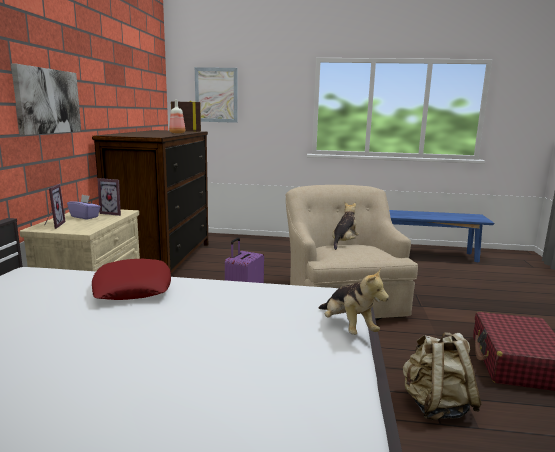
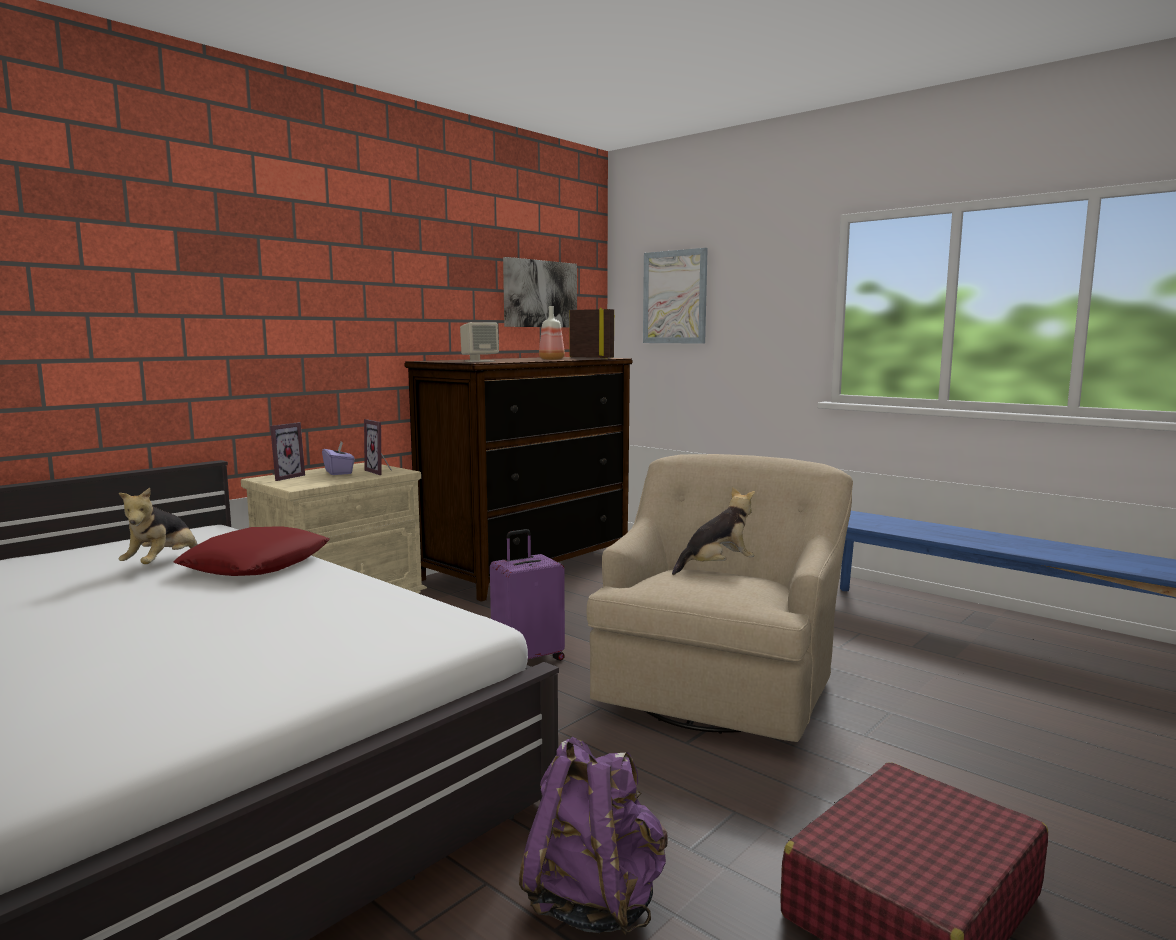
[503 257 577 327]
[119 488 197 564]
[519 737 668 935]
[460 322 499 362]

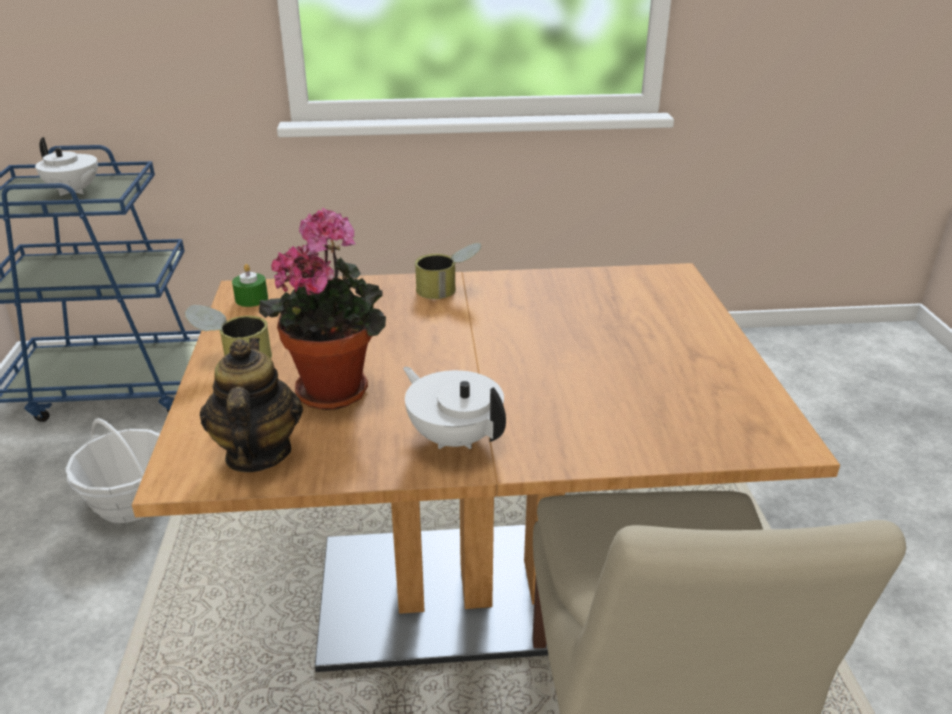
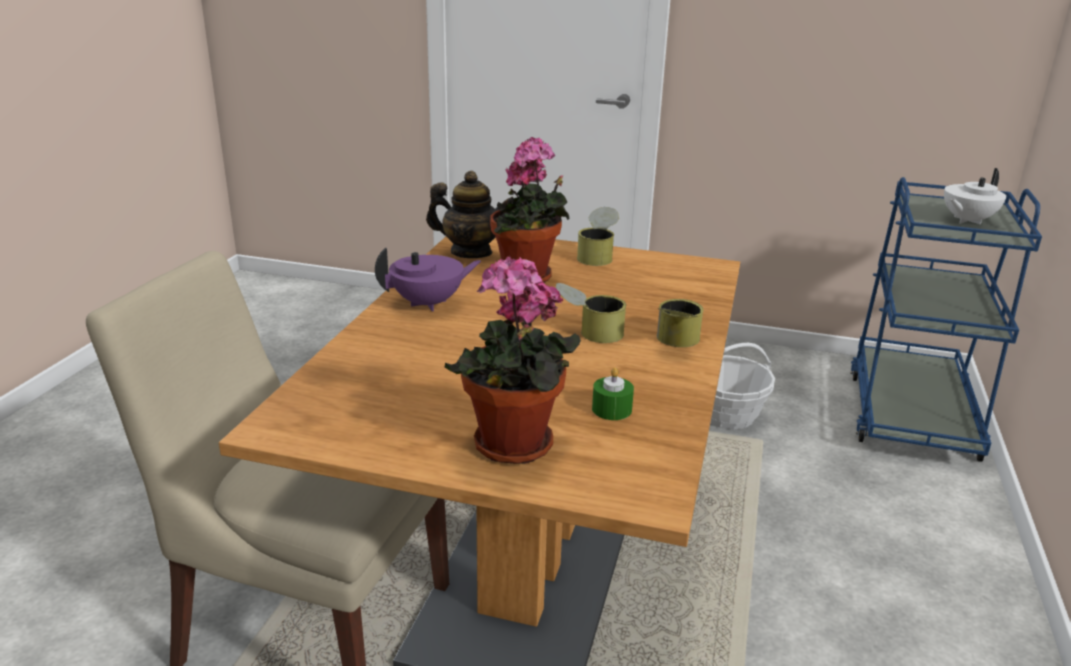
[592 367 634 420]
[375 248 481 312]
[444 256 581 464]
[556 283 626 343]

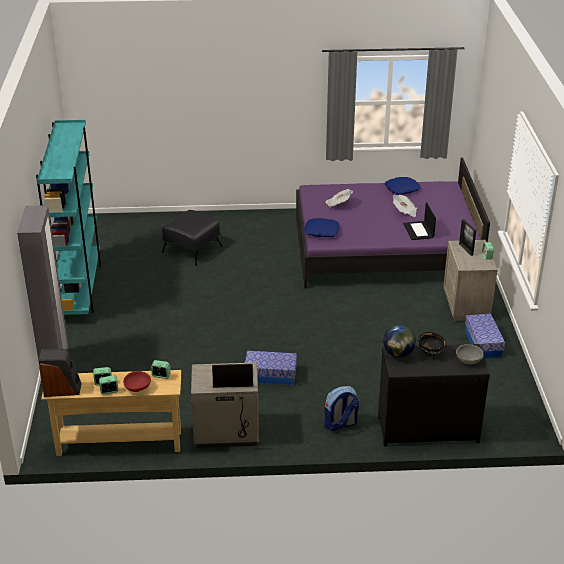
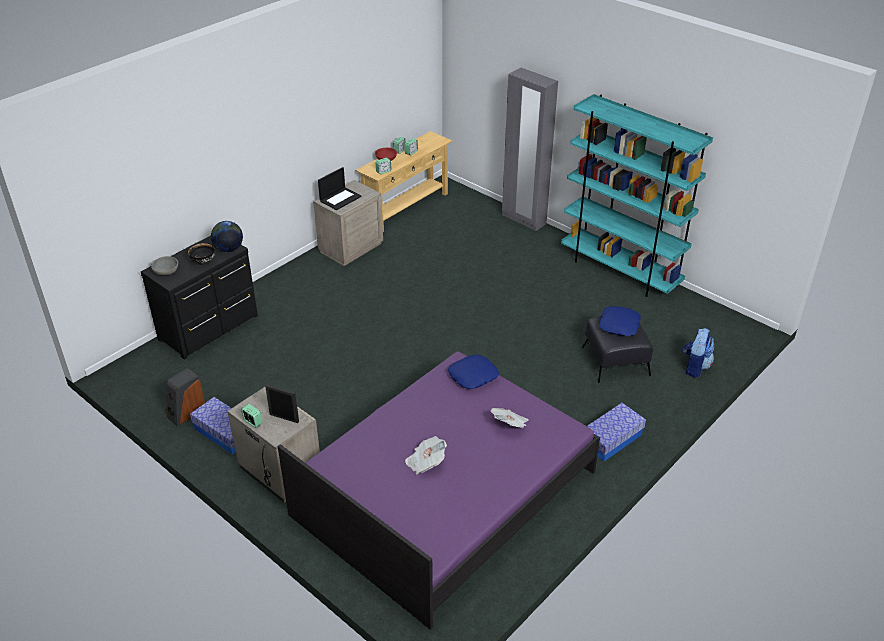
[599 306 641 336]
[403 202 436 240] (first image)
[166 368 205 426]
[587 403 646 462]
[682 328 714 378]

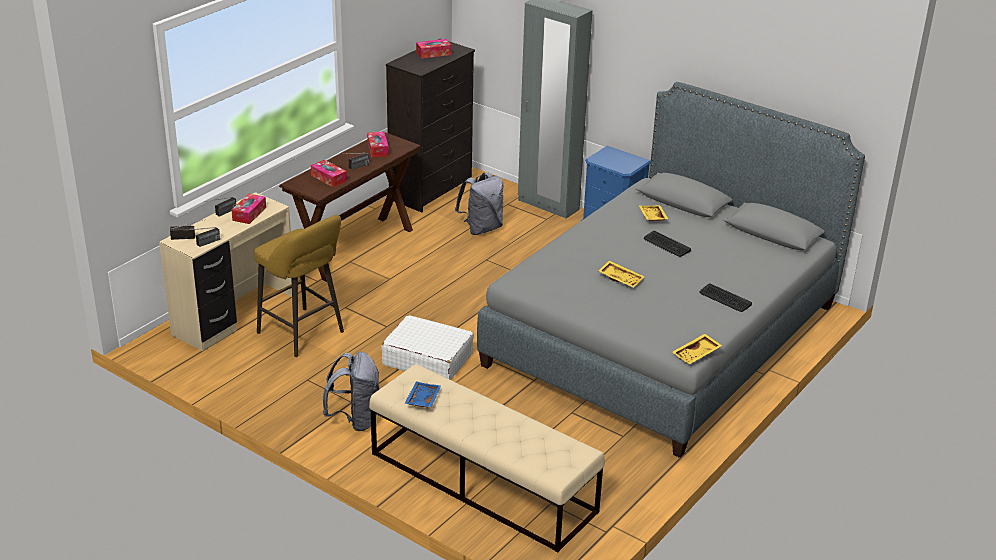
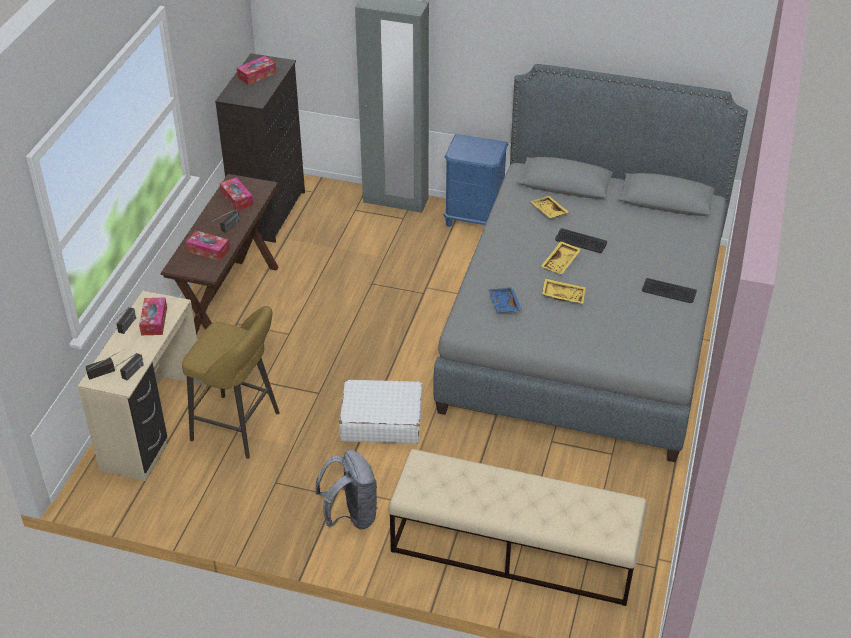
[455 172 503 235] (first image)
[541 241 581 275]
[489 287 522 313]

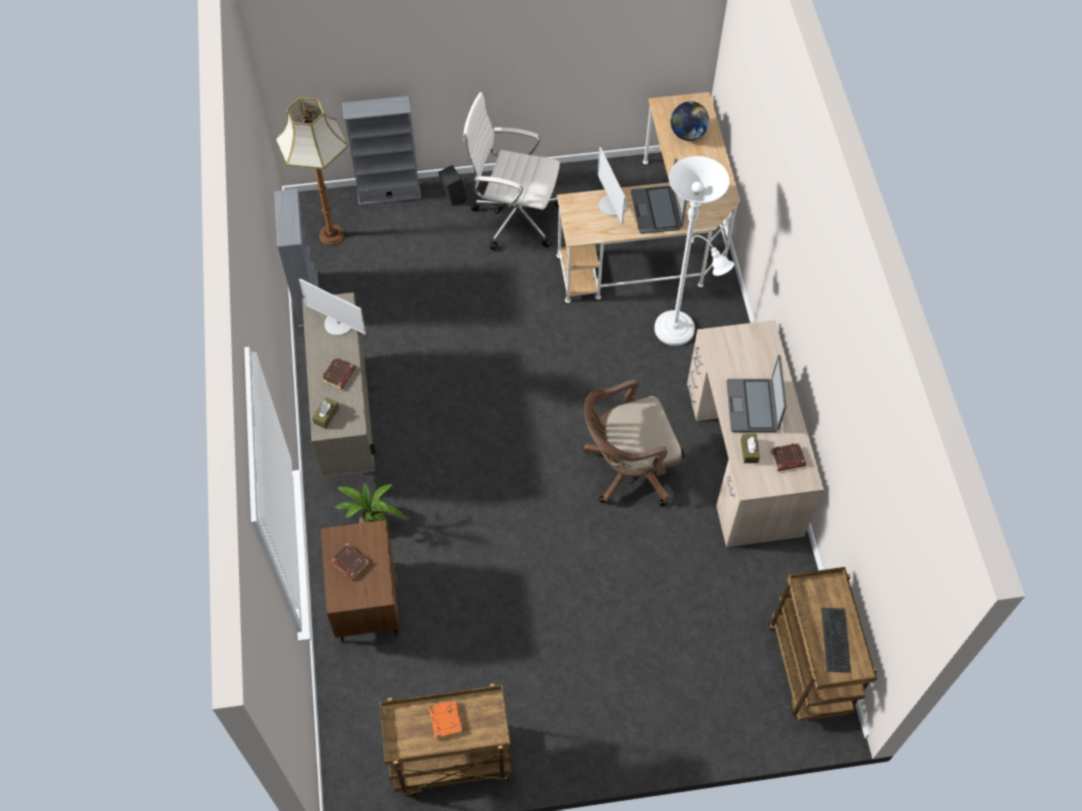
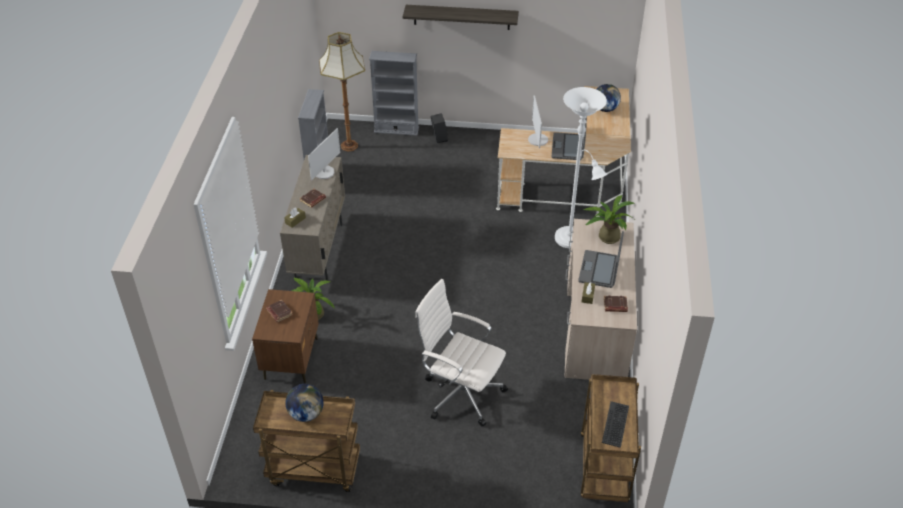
[415 279 508 427]
[308 128 340 180]
[583 379 685 507] (first image)
[285 384 324 422]
[403 5 519 30]
[584 195 635 244]

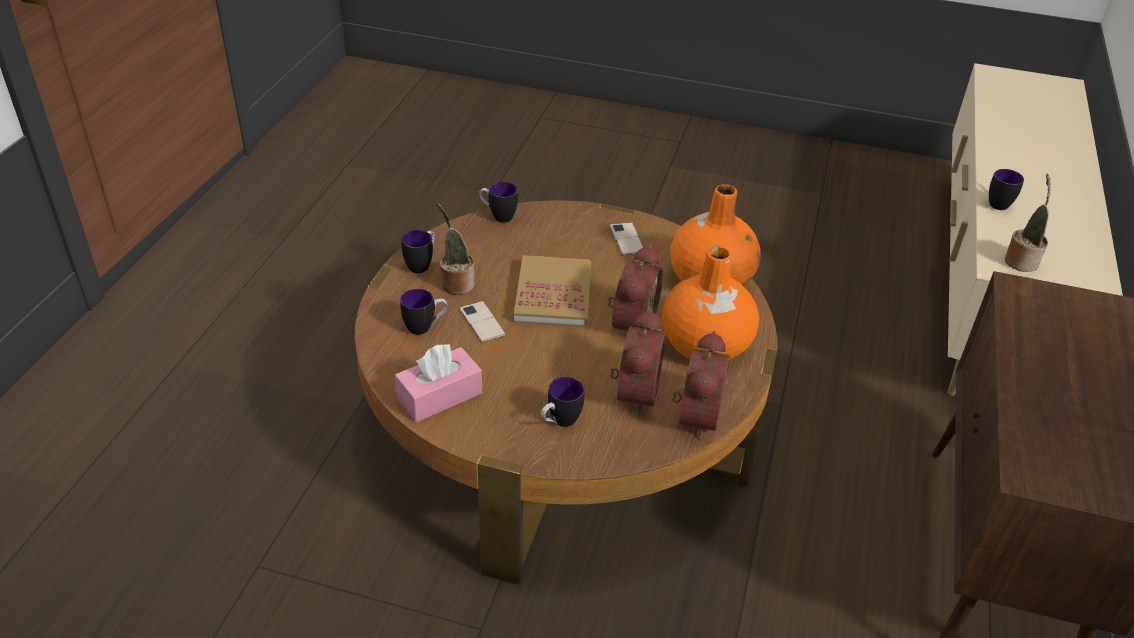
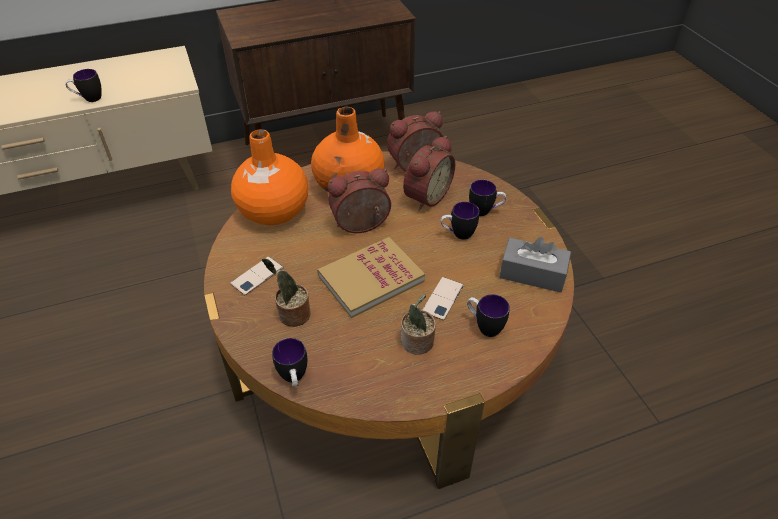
[262 258 311 327]
[440 202 479 240]
[403 136 455 211]
[499 237 571 293]

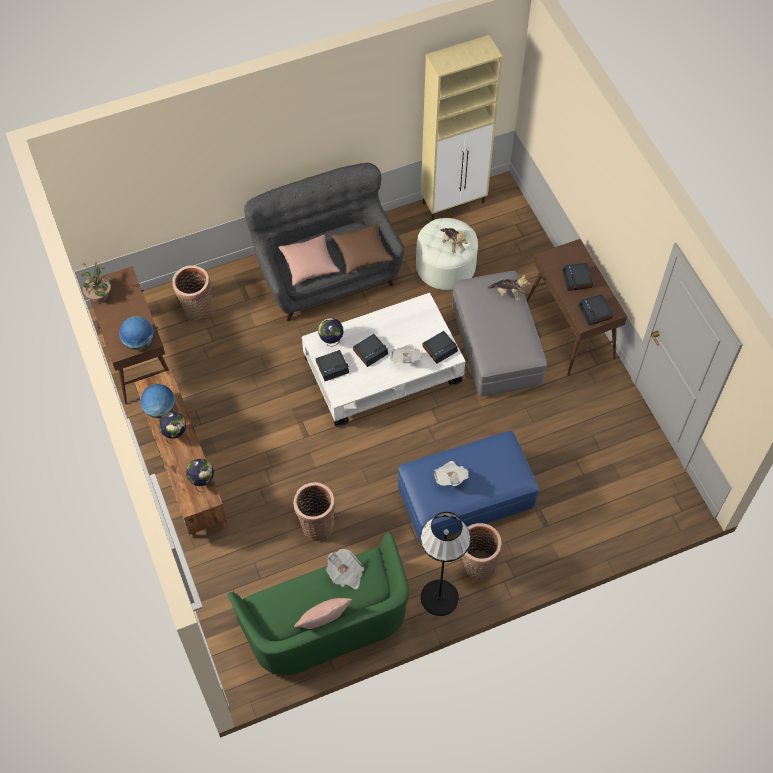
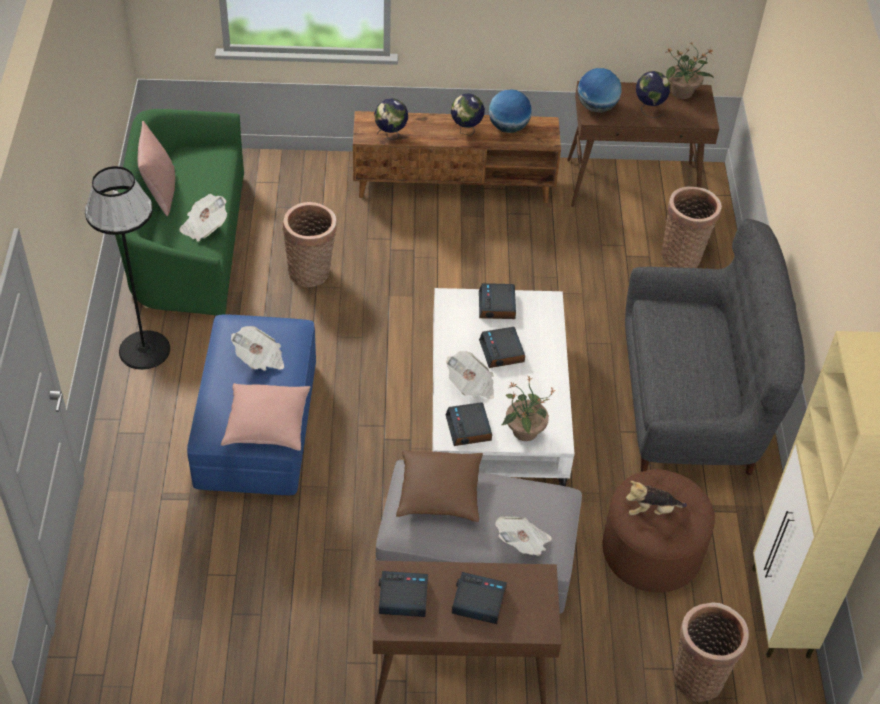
[603 469 715 593]
[396 450 483 522]
[221 383 310 451]
[495 517 552 556]
[636 71 670 118]
[673 602 749 702]
[501 376 556 441]

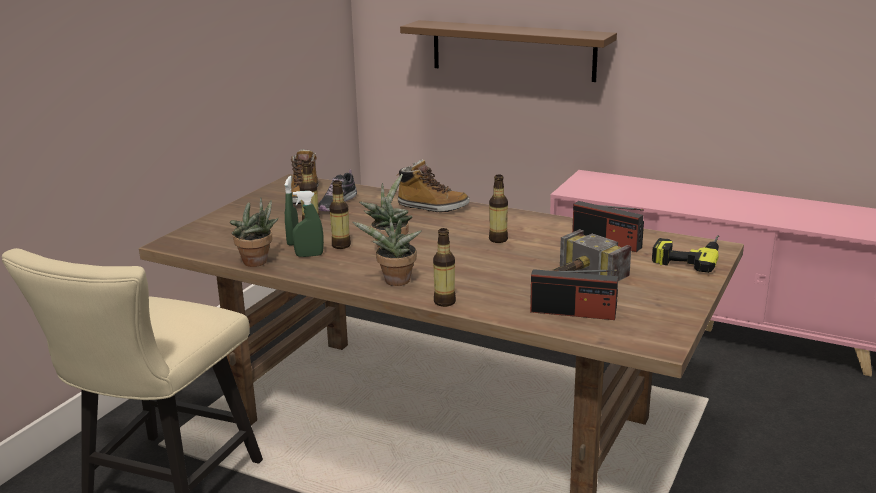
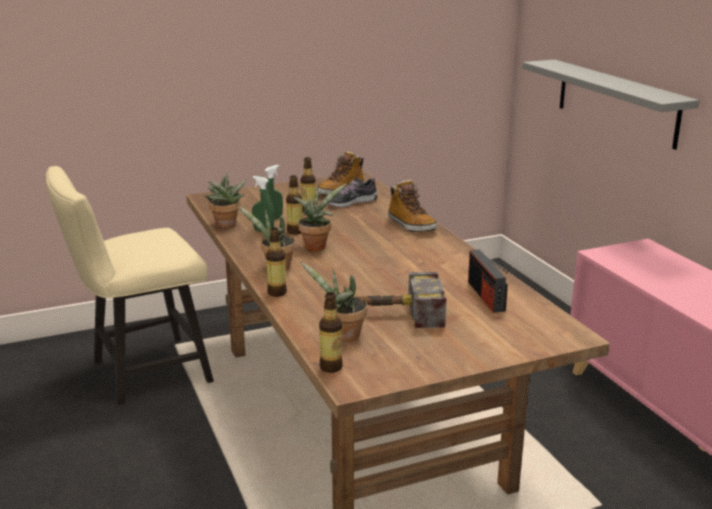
[522 60 700 150]
[319 292 343 373]
[652 236 719 273] (first image)
[300 261 368 341]

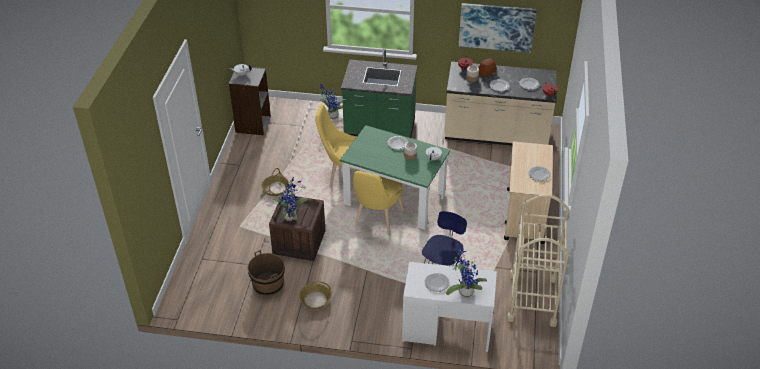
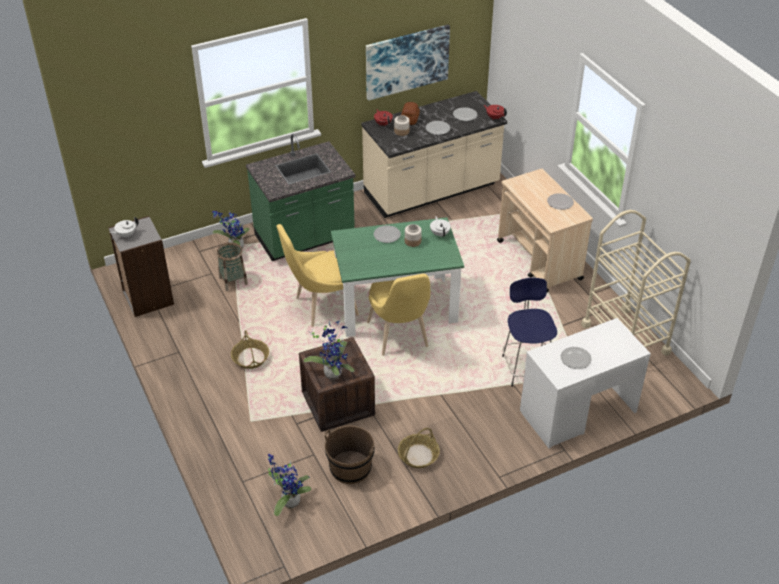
[268 454 311 516]
[217 242 248 291]

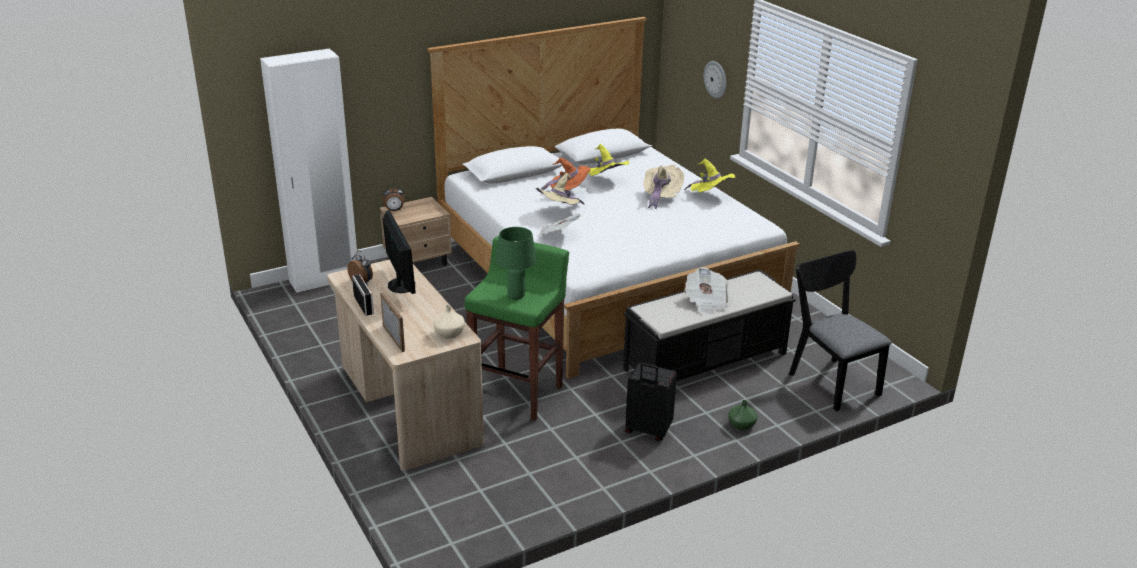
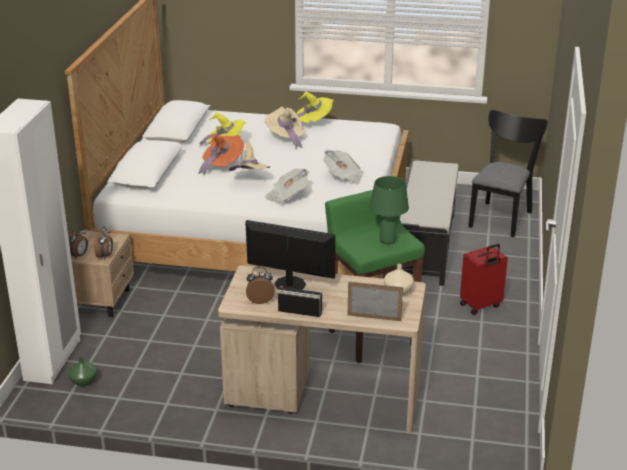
[704 61 726 99] (first image)
[468 110 548 237]
[323 150 363 184]
[460 244 508 315]
[68 357 97 386]
[95 227 113 260]

